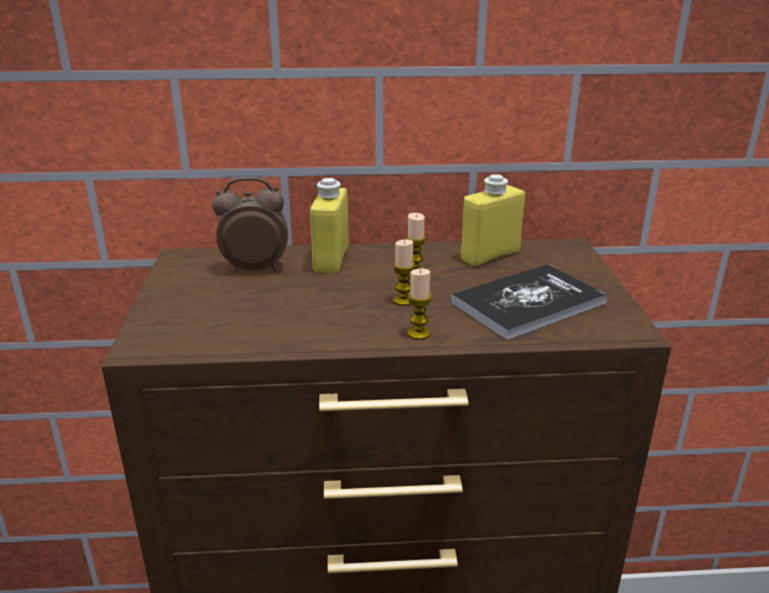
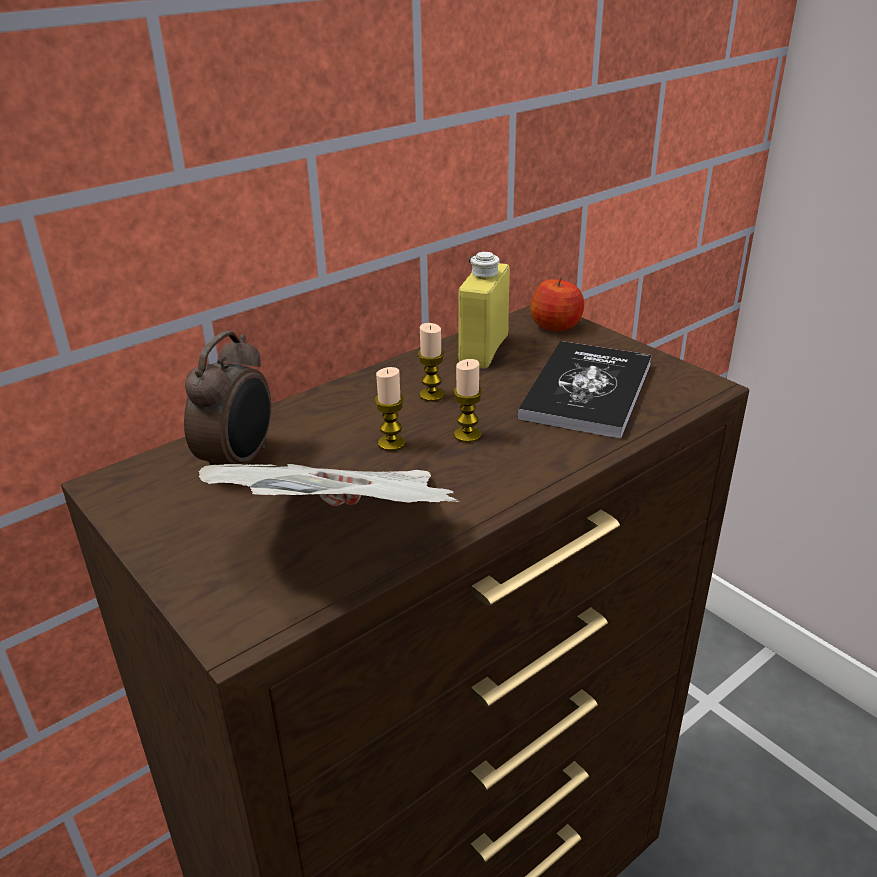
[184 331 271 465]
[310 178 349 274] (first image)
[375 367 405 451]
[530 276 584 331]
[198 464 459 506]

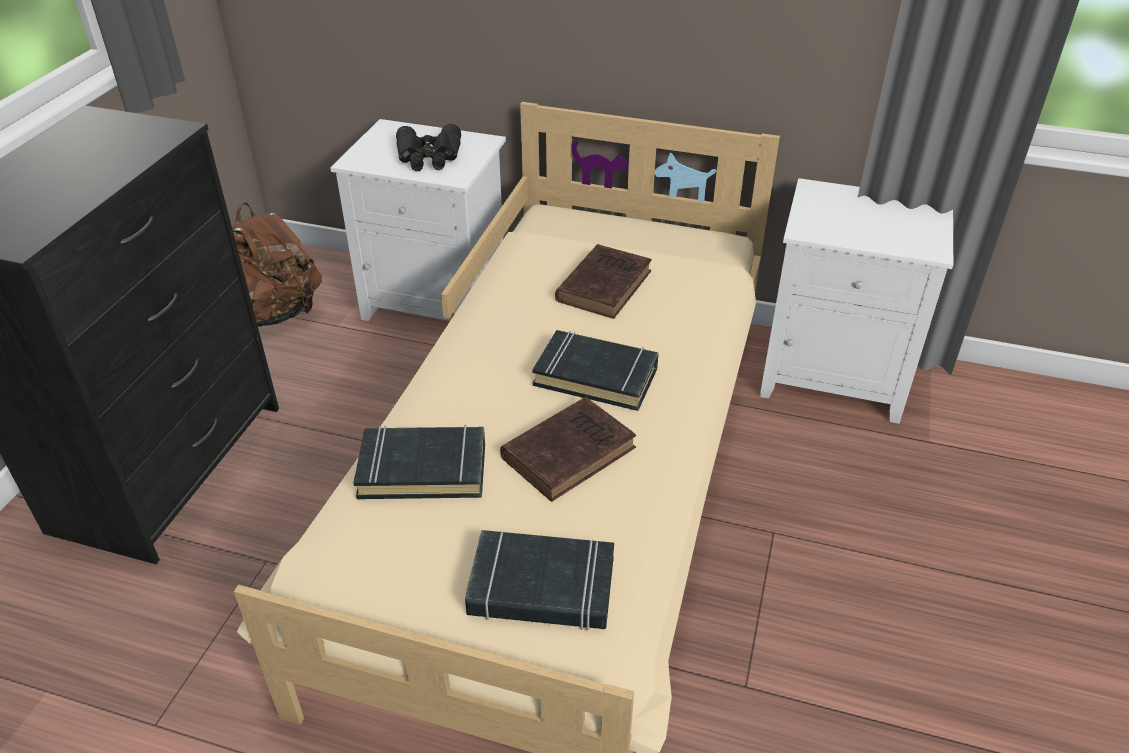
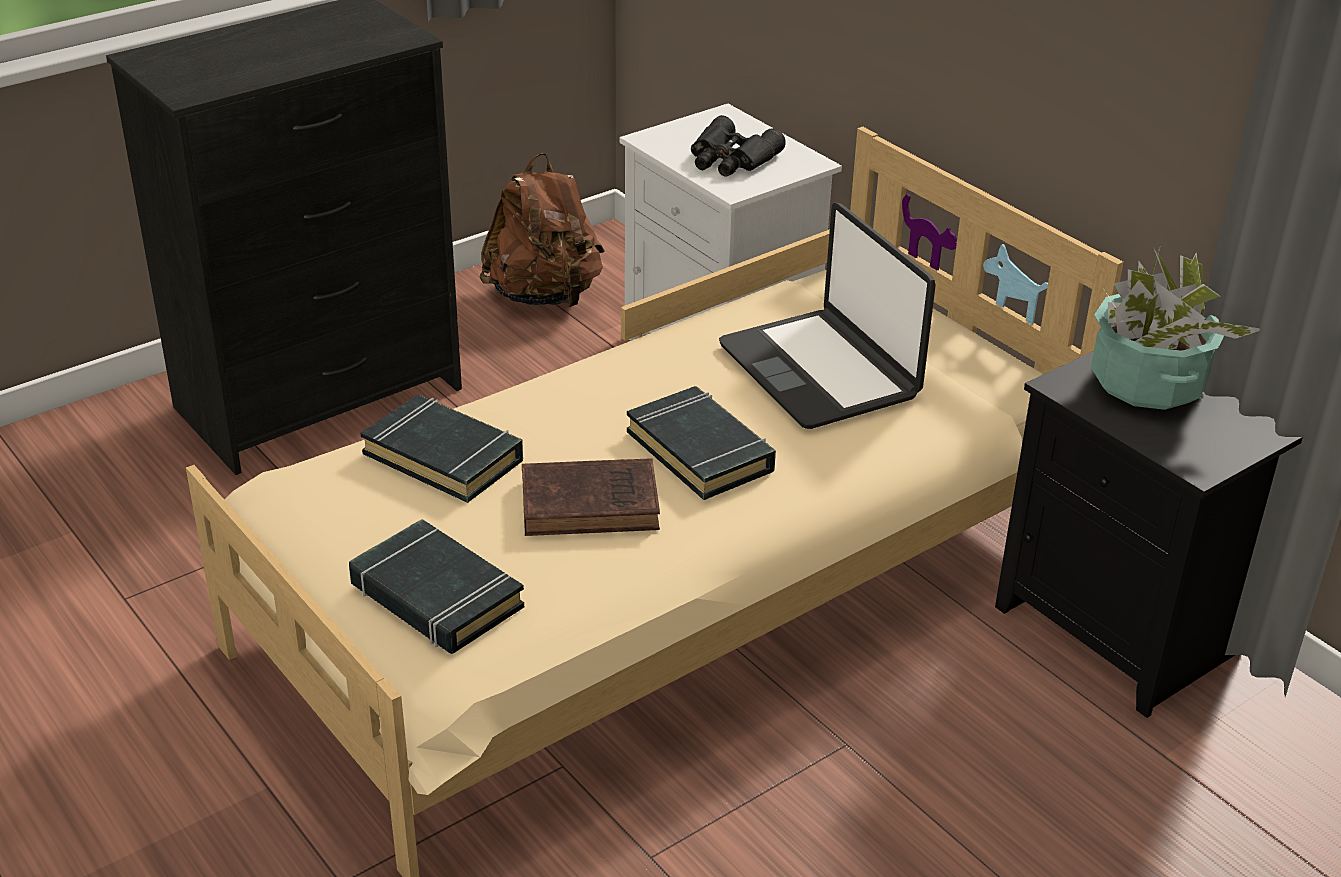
[995 351 1303 718]
[719 203 936 429]
[1091 248 1260 410]

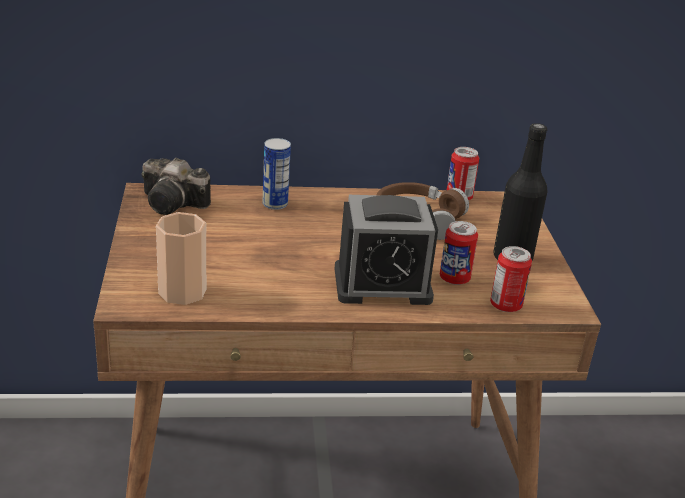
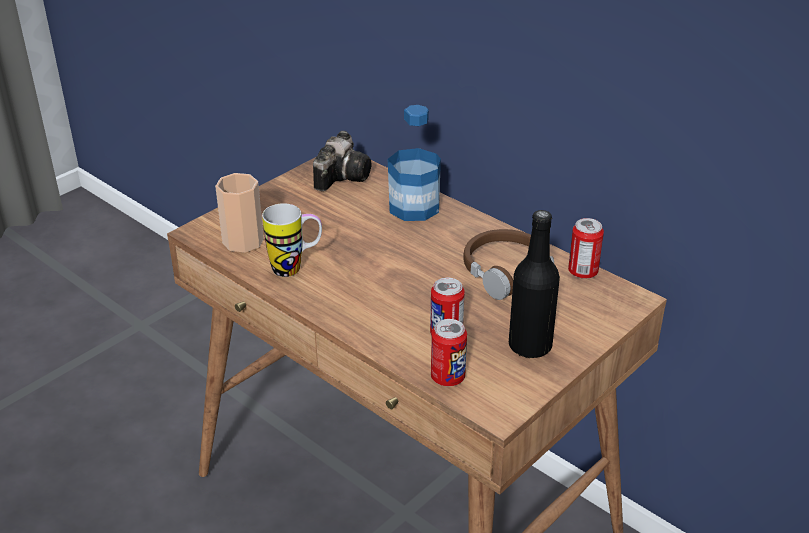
[388 105 441 221]
[313 131 372 191]
[335 195 438 305] (first image)
[262 203 322 277]

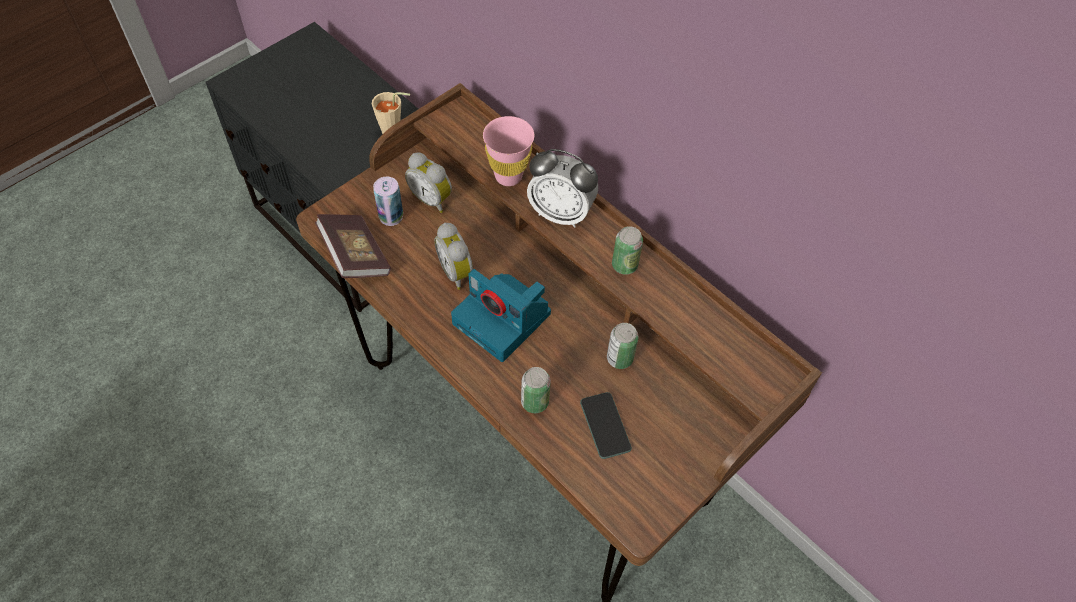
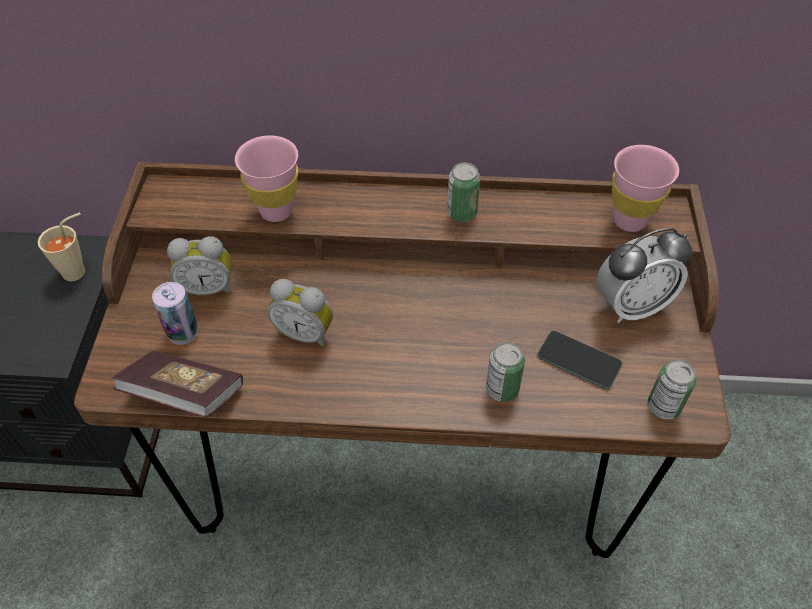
[597 228 692 323]
[451 269 551 362] (first image)
[648 359 697 420]
[612 145 679 232]

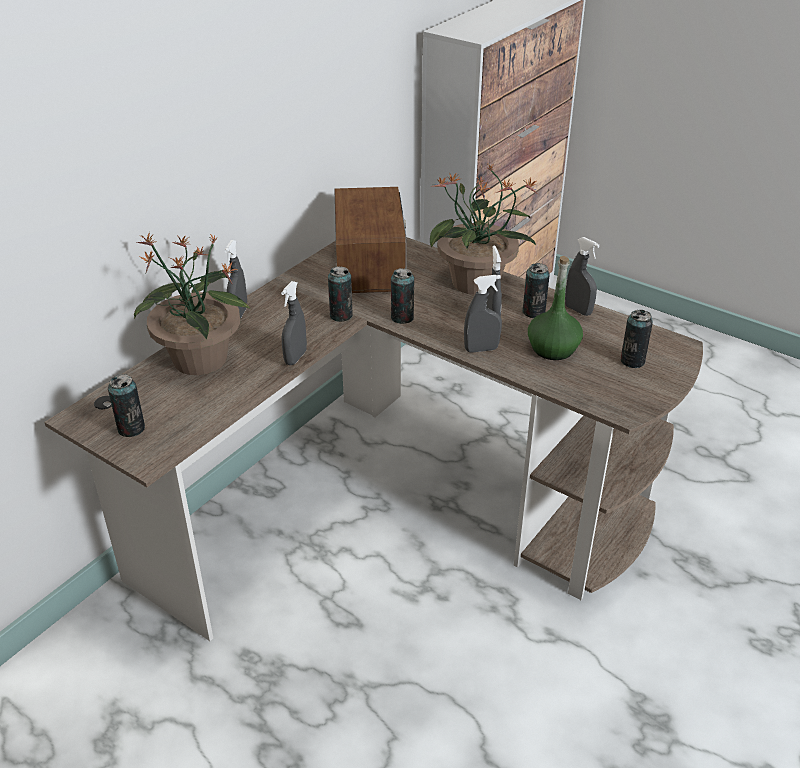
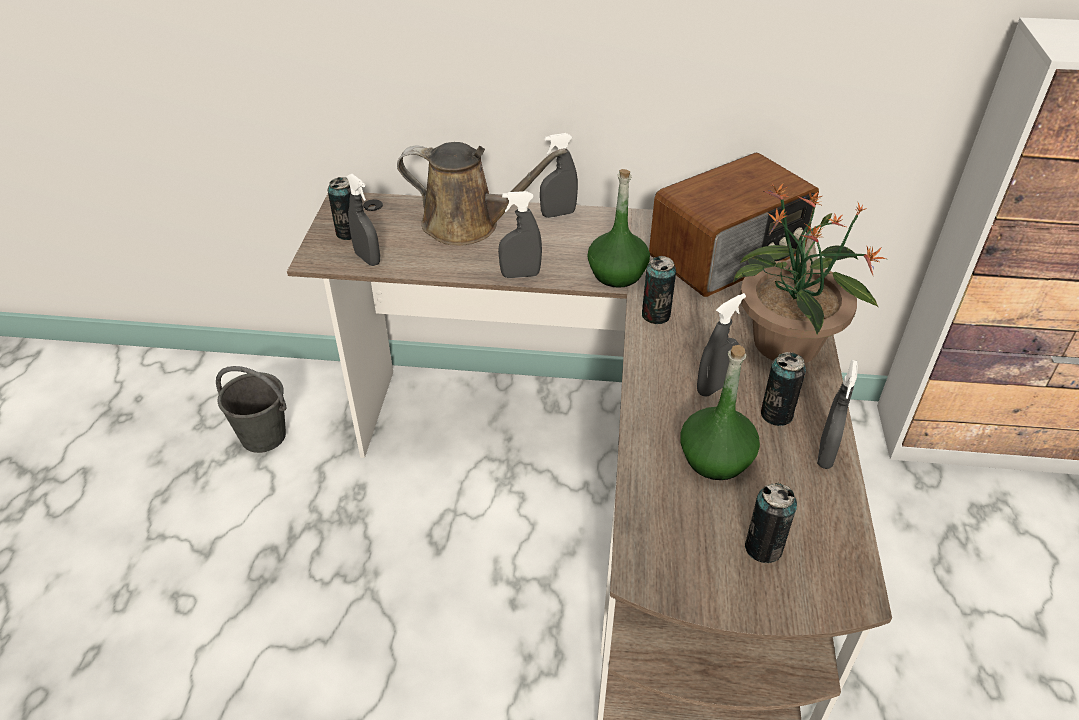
[397 142 567 246]
[587 169 650 288]
[346 174 380 266]
[216 366 287 453]

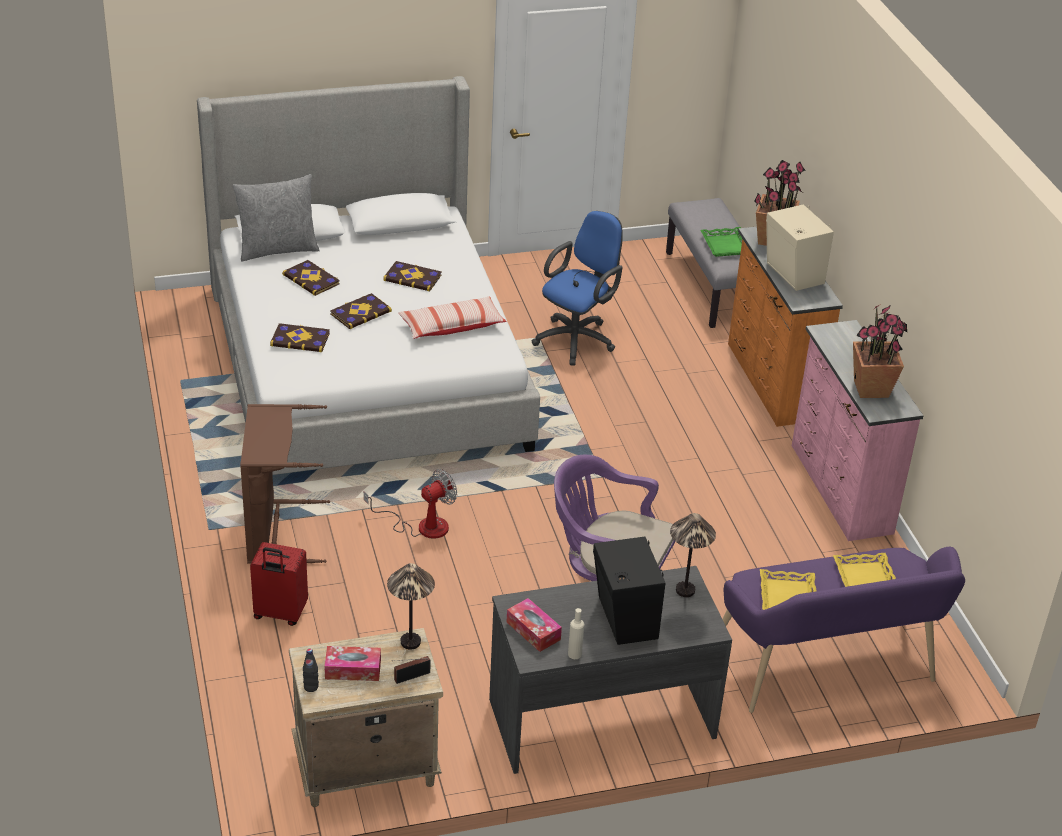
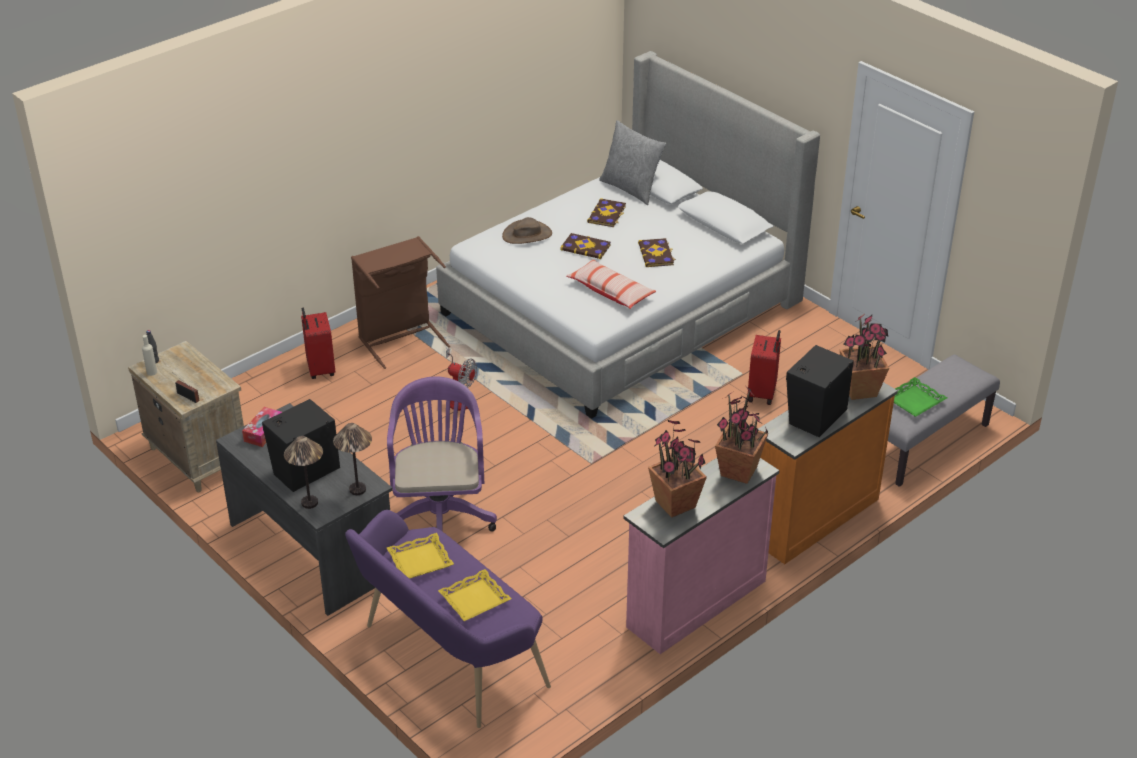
[786 345 854 437]
[748 330 781 405]
[502 217 552 244]
[284 436 323 509]
[142 335 157 376]
[324 646 381 681] (first image)
[715 387 768 484]

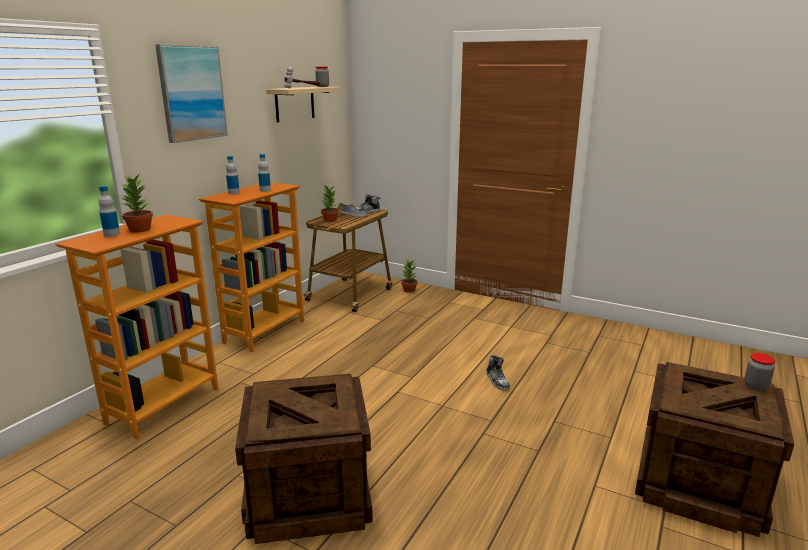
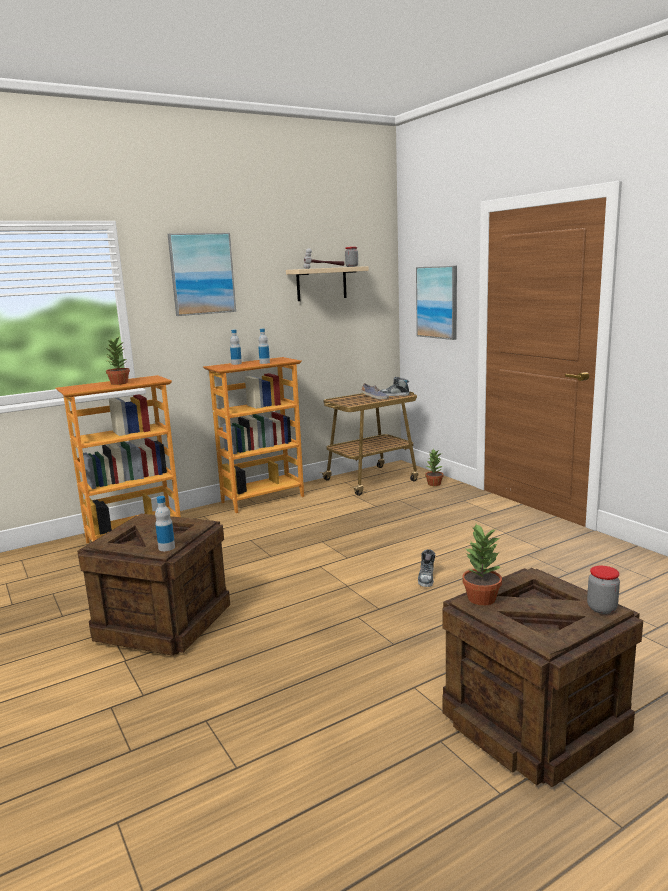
[462 524 502 606]
[155 496 175 551]
[416 266 457 340]

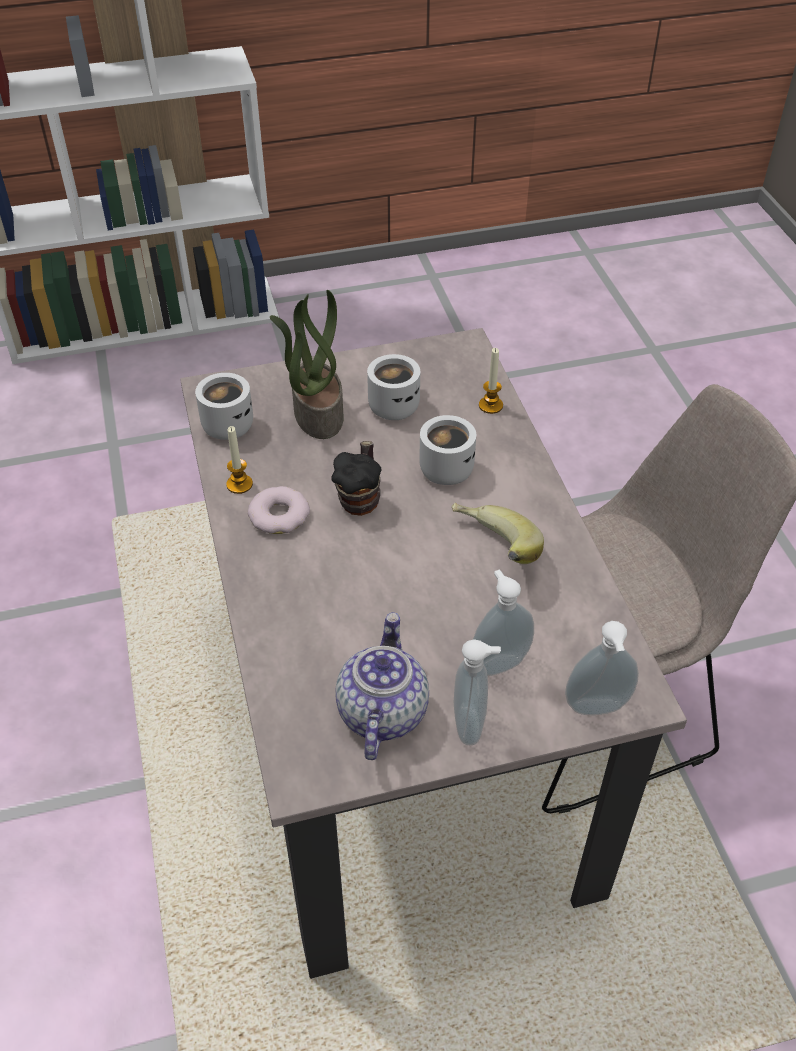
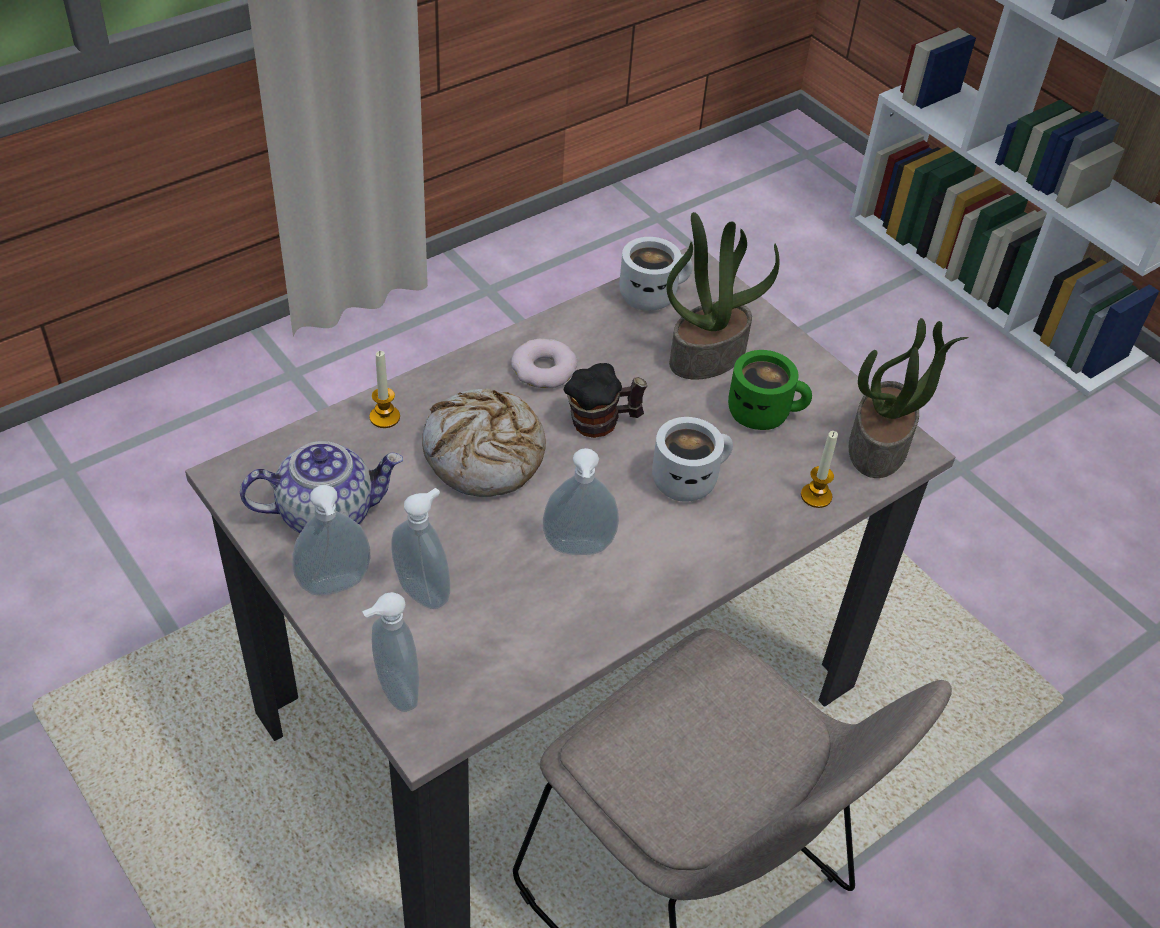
[728 350 812 430]
[369 351 400 428]
[543 448 619 555]
[849 318 969 478]
[422 389 546 497]

